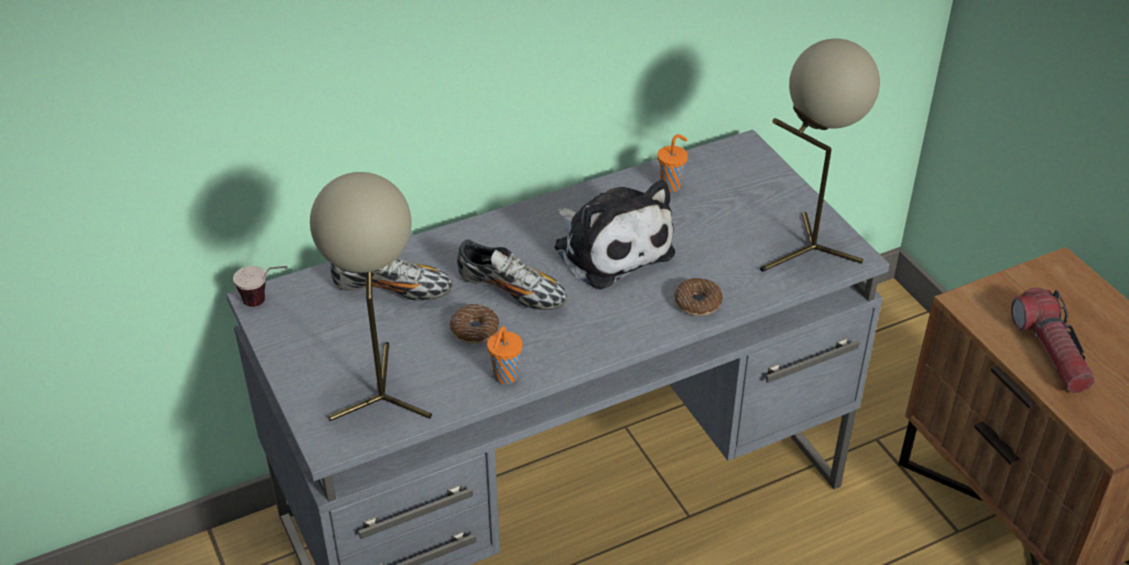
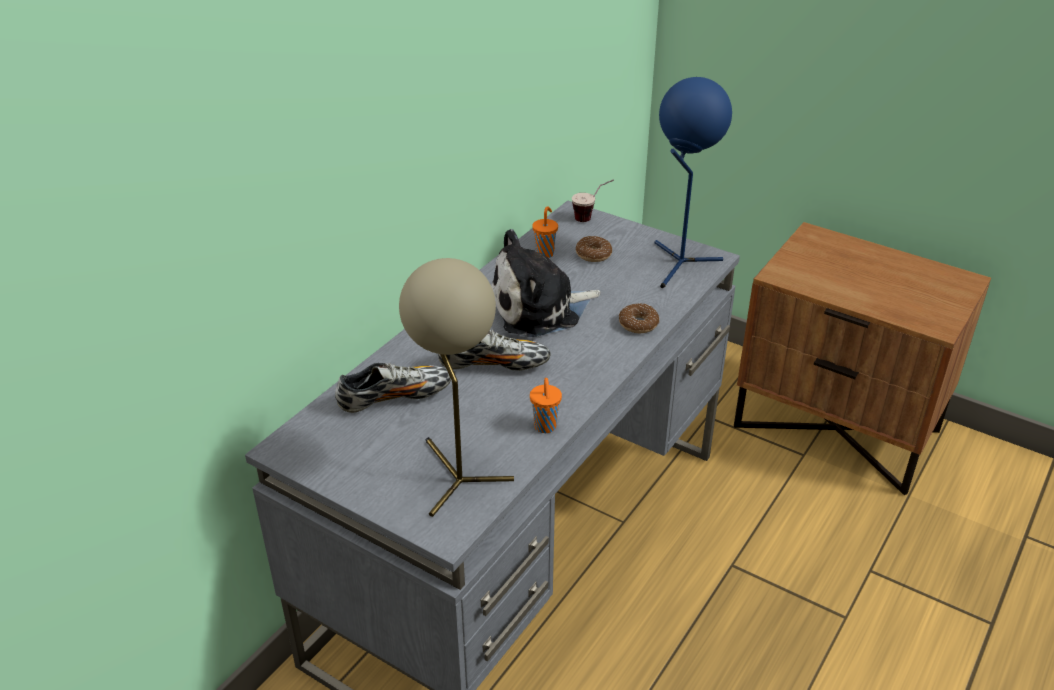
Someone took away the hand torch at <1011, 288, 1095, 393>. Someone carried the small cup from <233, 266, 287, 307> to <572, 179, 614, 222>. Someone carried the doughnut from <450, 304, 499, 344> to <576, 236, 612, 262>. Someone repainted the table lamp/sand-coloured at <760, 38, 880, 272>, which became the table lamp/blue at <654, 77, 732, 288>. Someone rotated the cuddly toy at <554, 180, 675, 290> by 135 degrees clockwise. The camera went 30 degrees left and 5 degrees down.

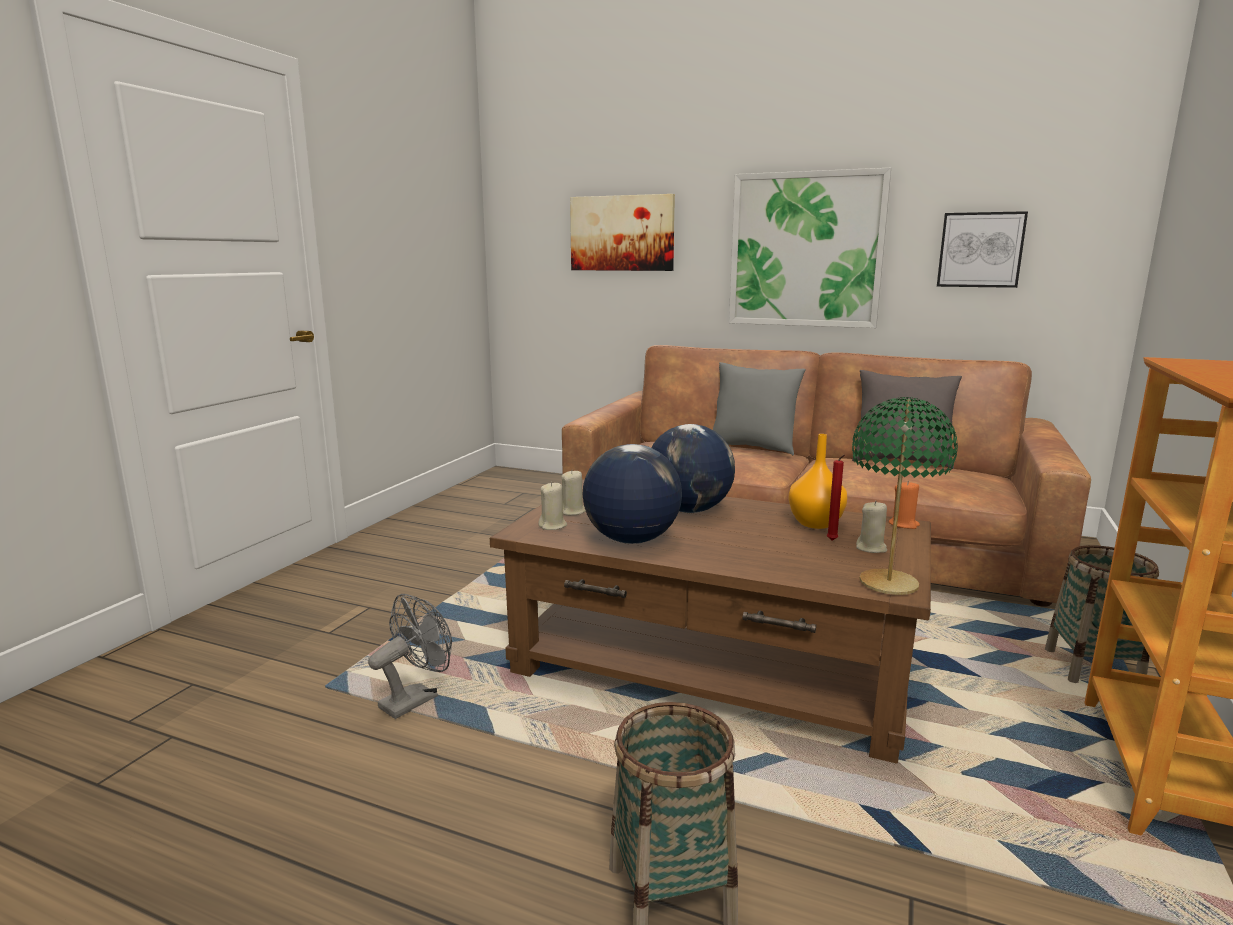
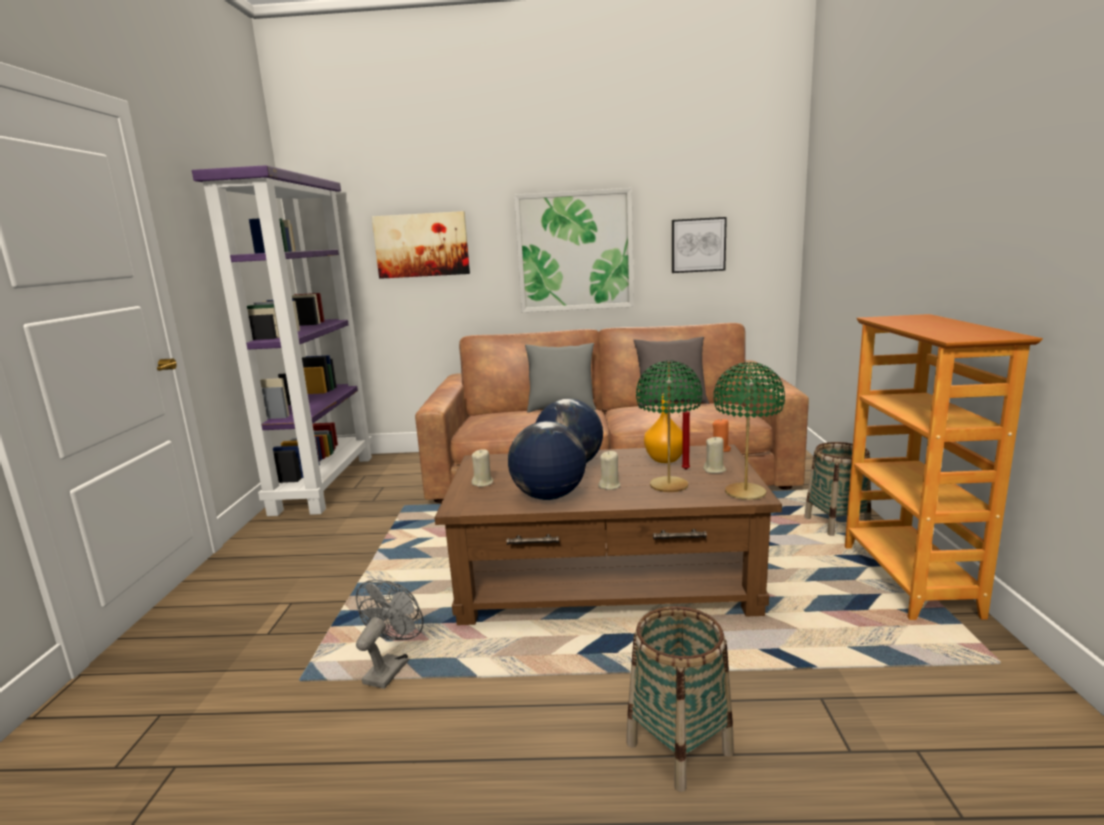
Someone put down the bookshelf/purple at <192, 165, 373, 516>. Someone put down the table lamp/greenish at <636, 361, 702, 492>. Someone carried the wax light/sand-coloured from <538, 482, 567, 530> to <598, 451, 620, 490>. The camera went 20 degrees left and 0 degrees up.

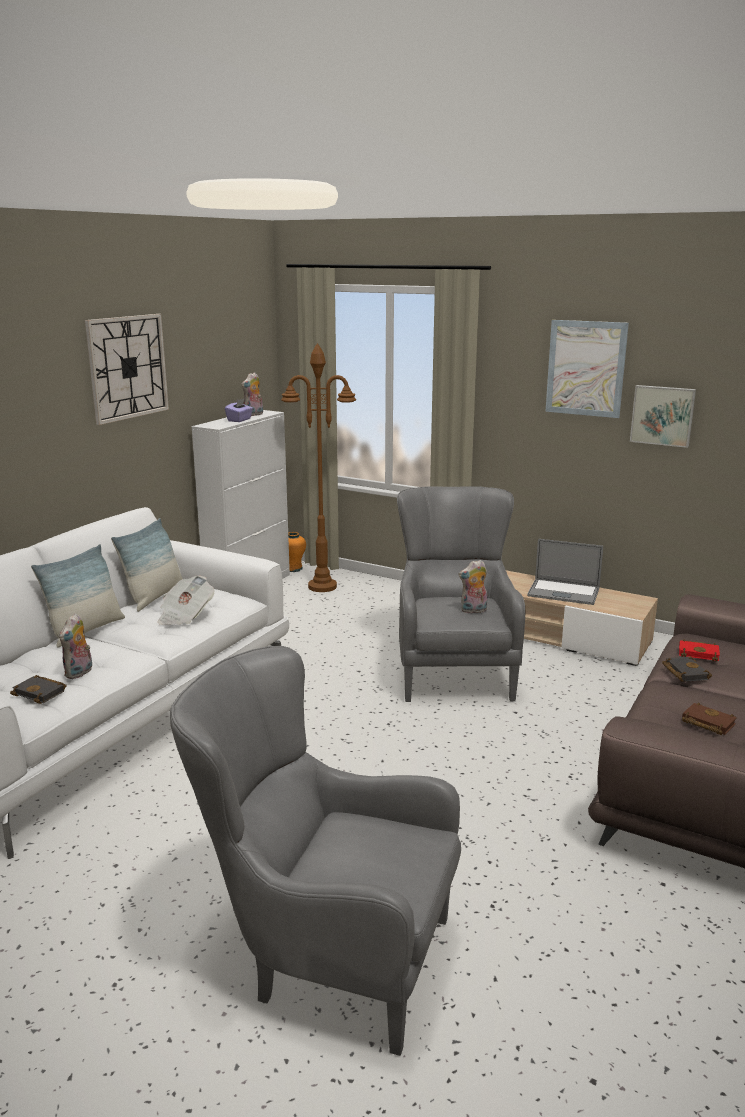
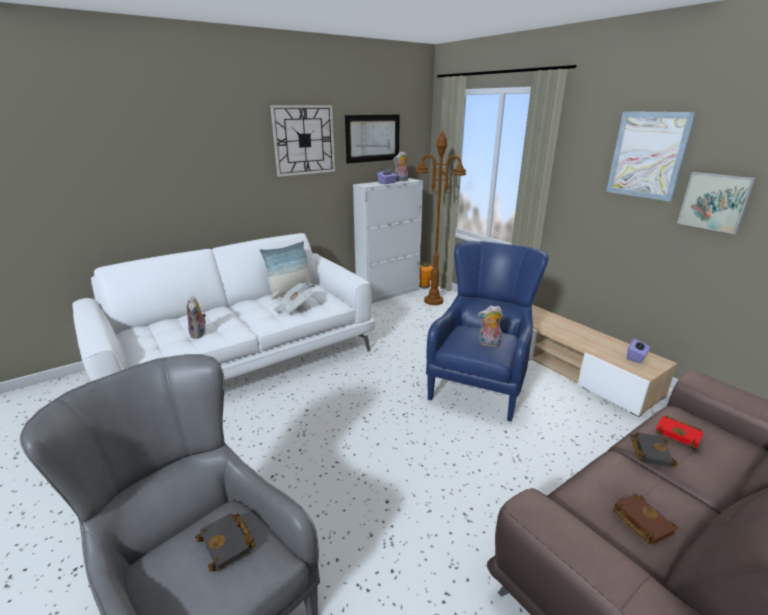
Someone took away the cushion at <31, 544, 125, 647>. Someone took away the laptop at <527, 539, 603, 605>. Someone put up the wall picture at <345, 114, 400, 164>. Someone put down the tissue holder/purple at <627, 339, 650, 363>. Someone carried the book/black from <10, 675, 66, 704> to <195, 513, 255, 572>. Someone repainted the lounge chair/greyish at <397, 486, 525, 702>, which became the lounge chair/blue at <426, 241, 549, 422>. Someone rotated the cuddly toy at <59, 613, 92, 679> by 60 degrees counterclockwise. The camera went 25 degrees right and 5 degrees up.

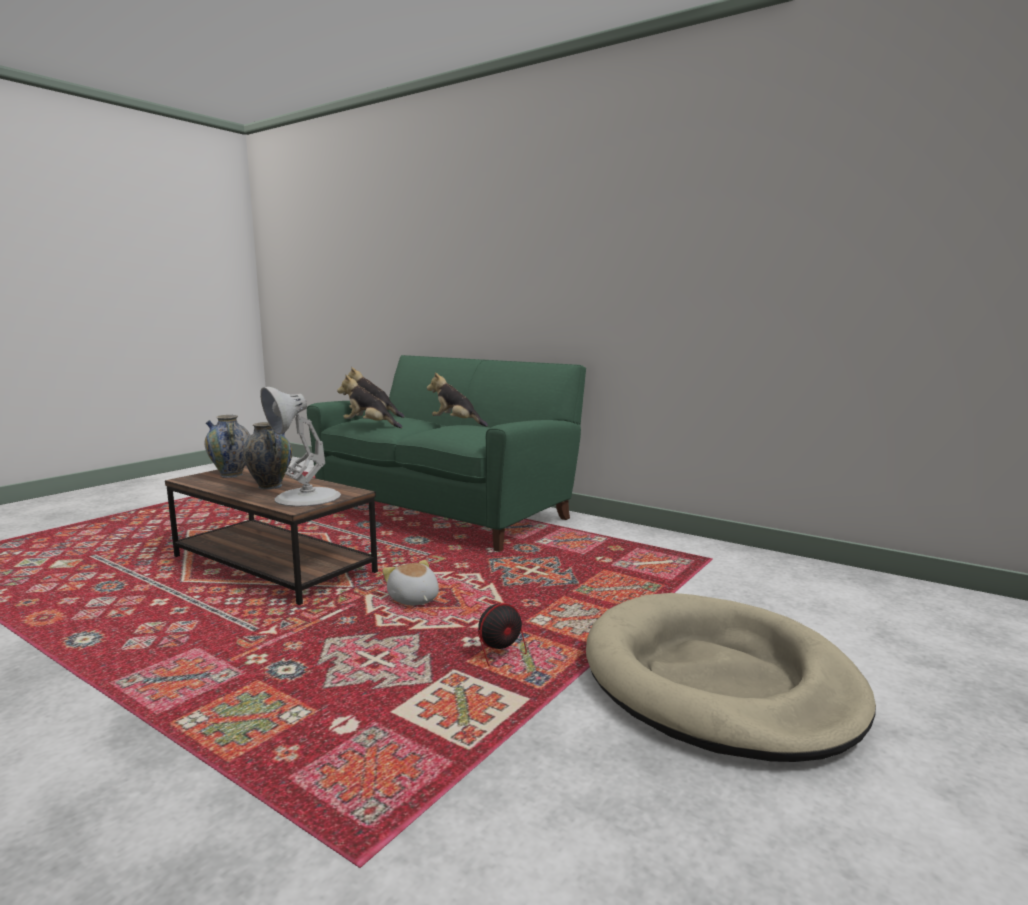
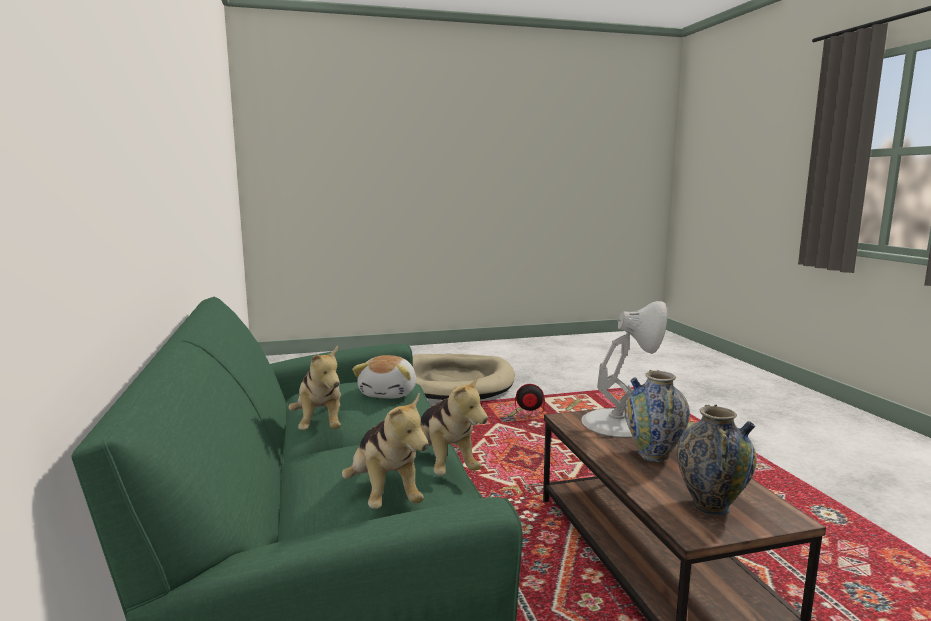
Someone carried the cuddly toy from <382, 560, 439, 605> to <352, 355, 416, 398>. The camera went 140 degrees left and 0 degrees up.

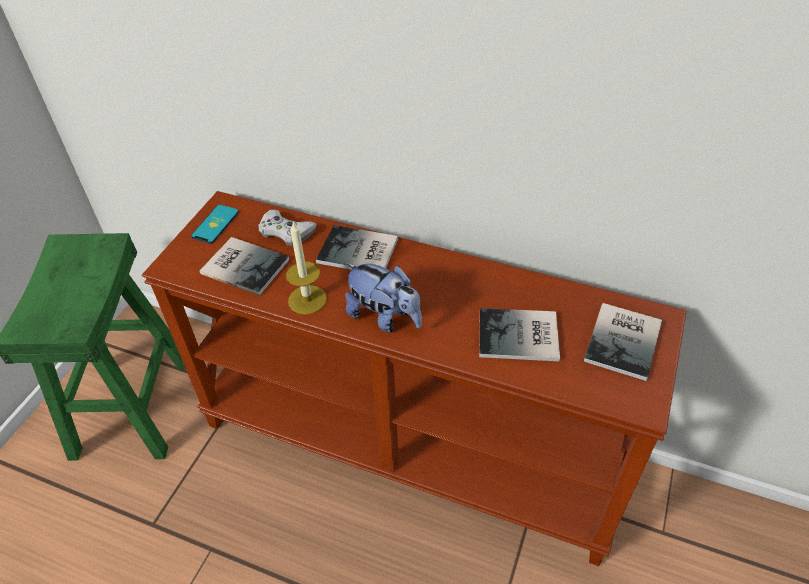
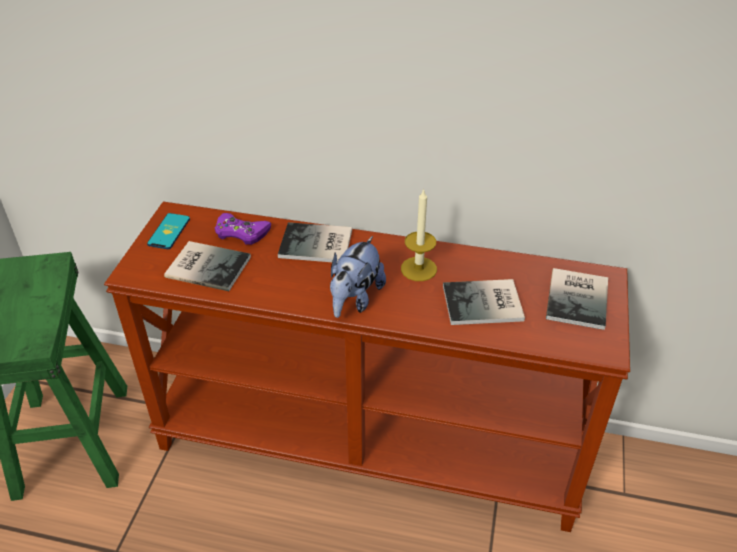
Someone carried the wax light from <286, 221, 327, 315> to <401, 188, 437, 281>. Someone repainted the game controller/white-coloured at <258, 210, 317, 246>, which became the game controller/purple at <215, 213, 271, 245>. Someone rotated the cuddly toy at <345, 263, 422, 333> by 90 degrees clockwise. The camera went 10 degrees left and 5 degrees down.

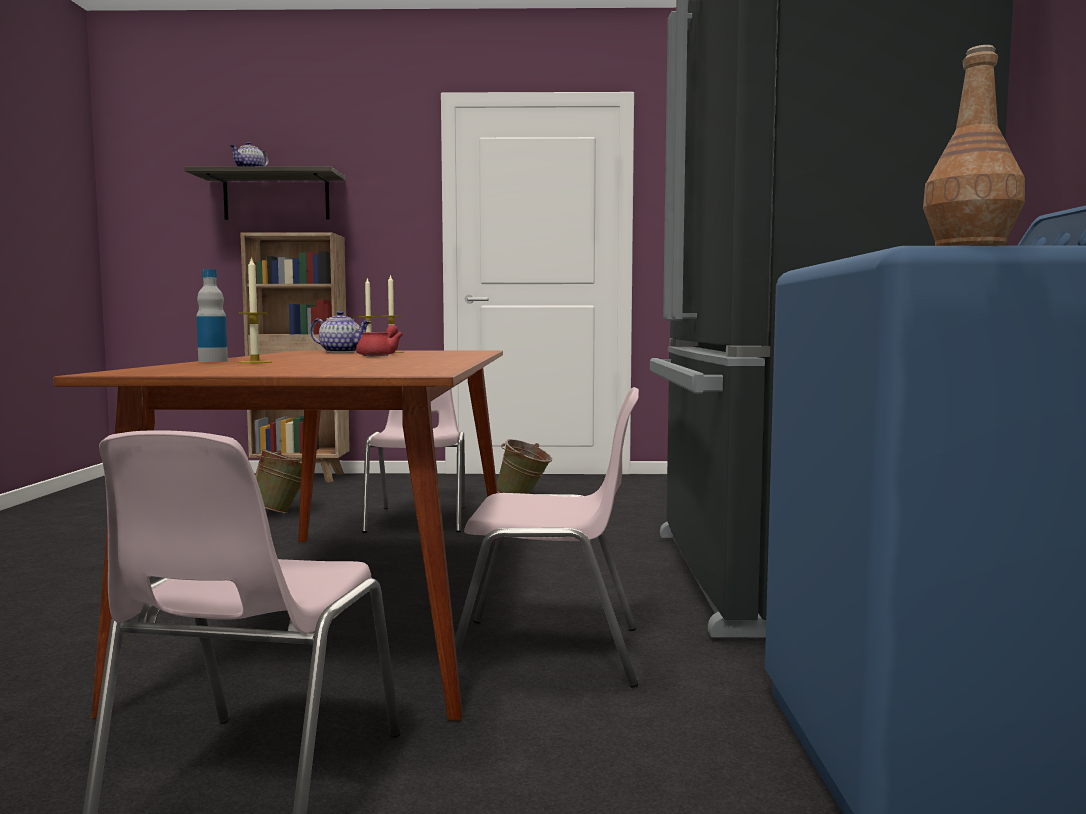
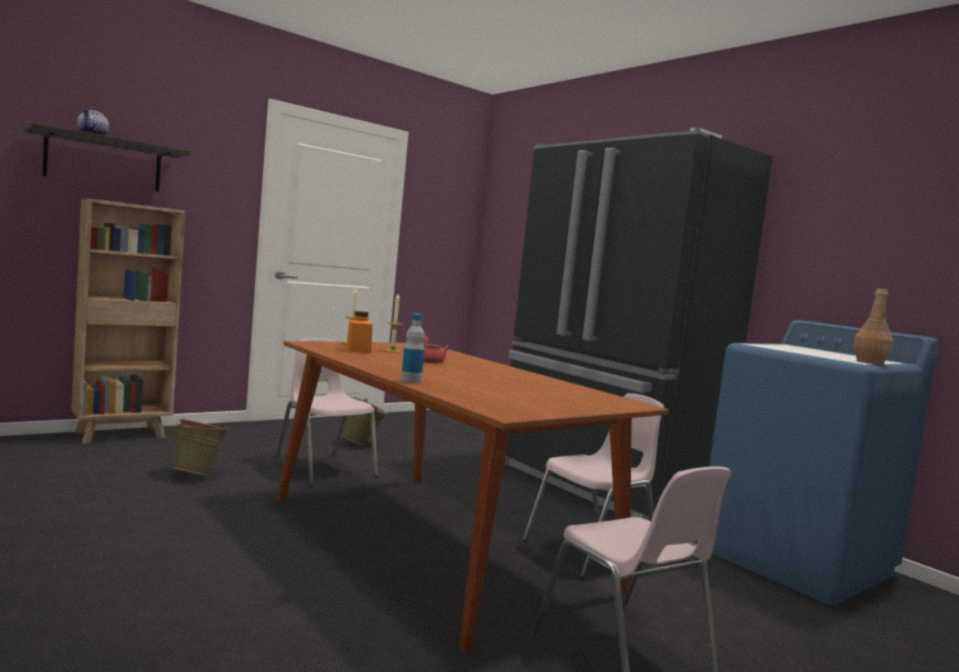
Someone took away the wax light at <238, 257, 272, 363>. Someone swapped the teapot at <310, 311, 371, 353> for the jar/orangey at <346, 311, 373, 353>. The camera went 40 degrees left and 0 degrees up.

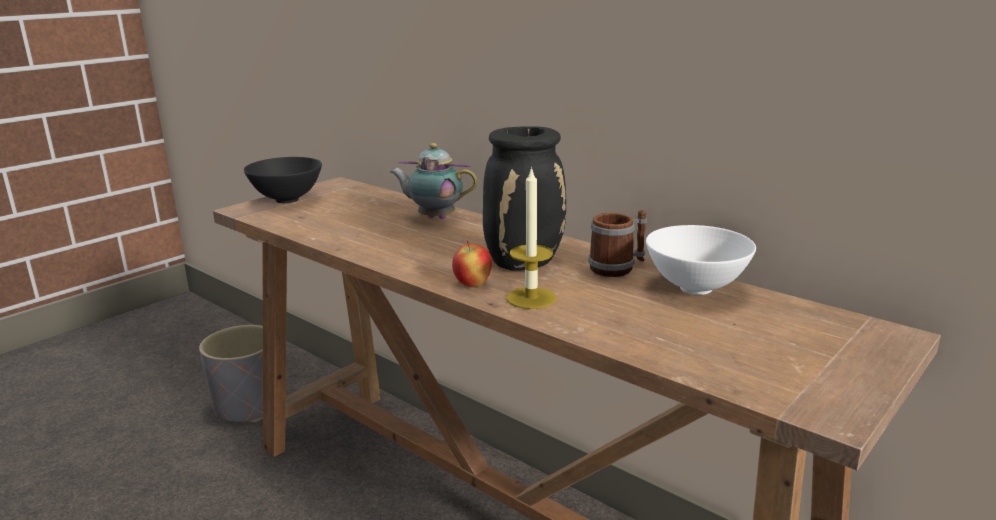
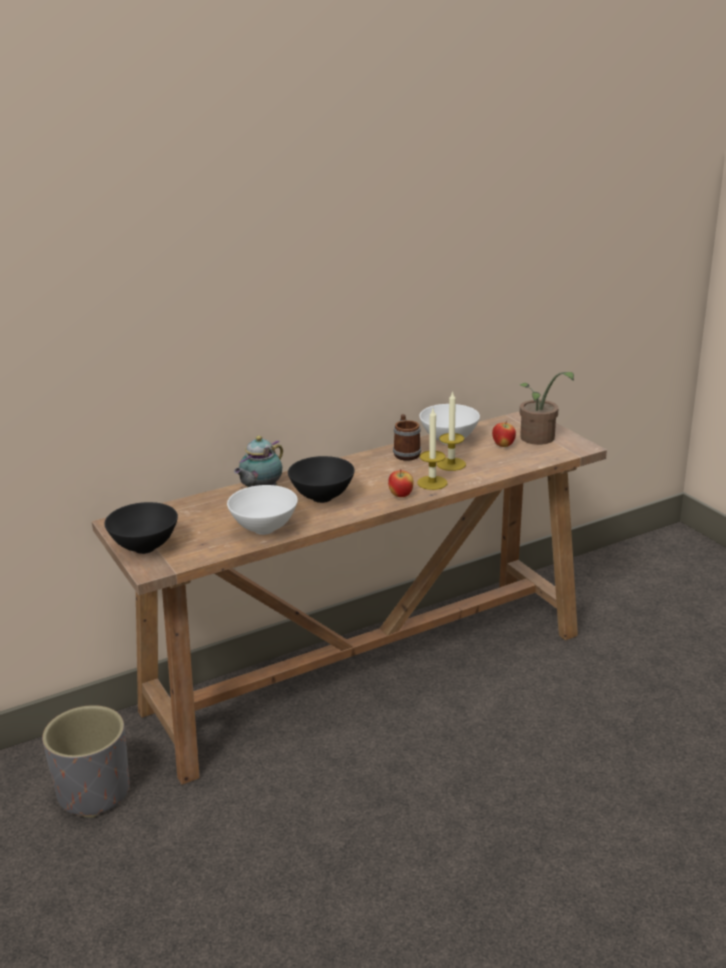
Someone took away the vase/black at <483, 126, 566, 271>. Someone put down the bowl/white-coloured at <227, 485, 298, 535>. Someone put down the bowl/black at <288, 456, 355, 503>. Someone put down the wax light at <437, 391, 466, 471>. Someone put down the apple at <492, 421, 516, 447>. Someone put down the potted plant at <520, 372, 574, 445>. The camera went 70 degrees left and 5 degrees up.

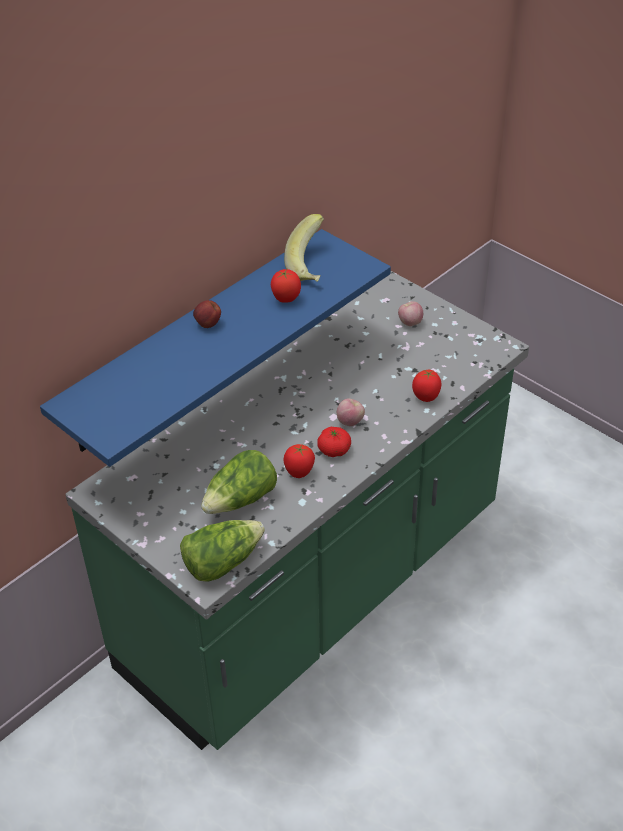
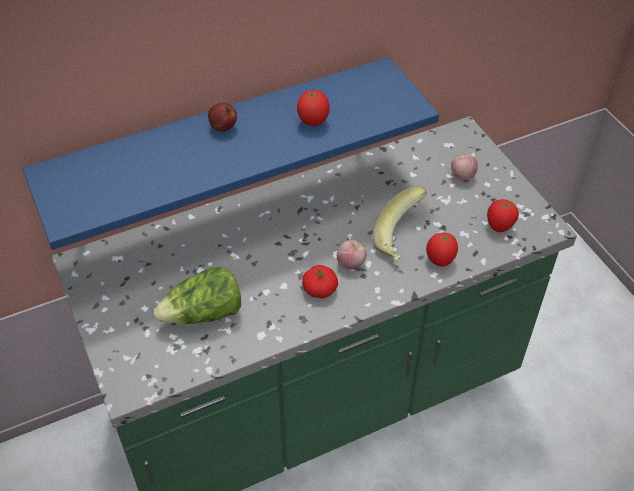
Someone took away the lettuce at <180, 520, 265, 582>. Someone carried the banana from <284, 214, 324, 282> to <373, 186, 427, 261>. Someone carried the tomato from <284, 444, 315, 478> to <487, 199, 519, 232>. The camera went 20 degrees right and 5 degrees up.

